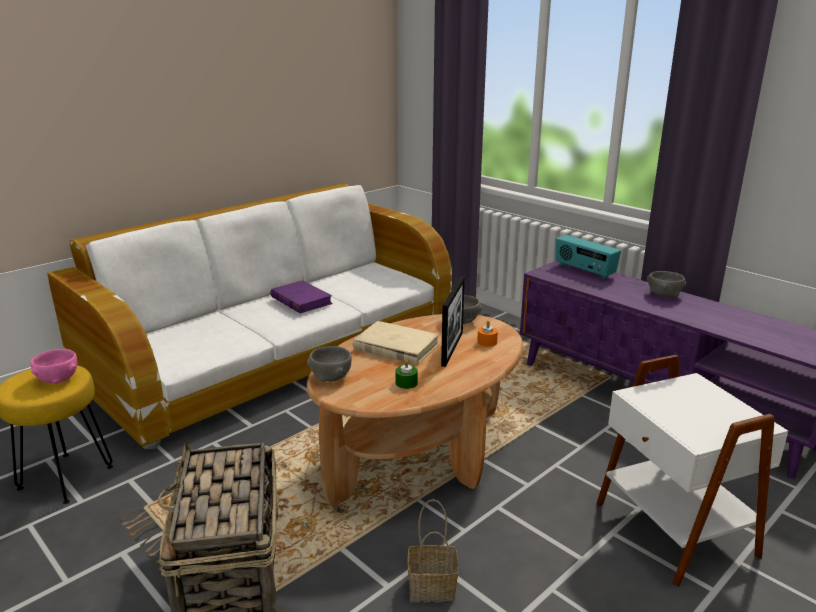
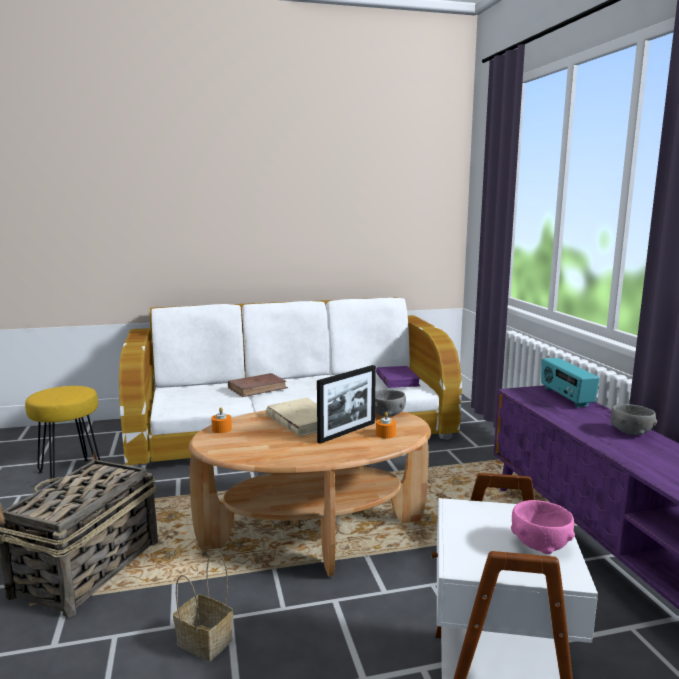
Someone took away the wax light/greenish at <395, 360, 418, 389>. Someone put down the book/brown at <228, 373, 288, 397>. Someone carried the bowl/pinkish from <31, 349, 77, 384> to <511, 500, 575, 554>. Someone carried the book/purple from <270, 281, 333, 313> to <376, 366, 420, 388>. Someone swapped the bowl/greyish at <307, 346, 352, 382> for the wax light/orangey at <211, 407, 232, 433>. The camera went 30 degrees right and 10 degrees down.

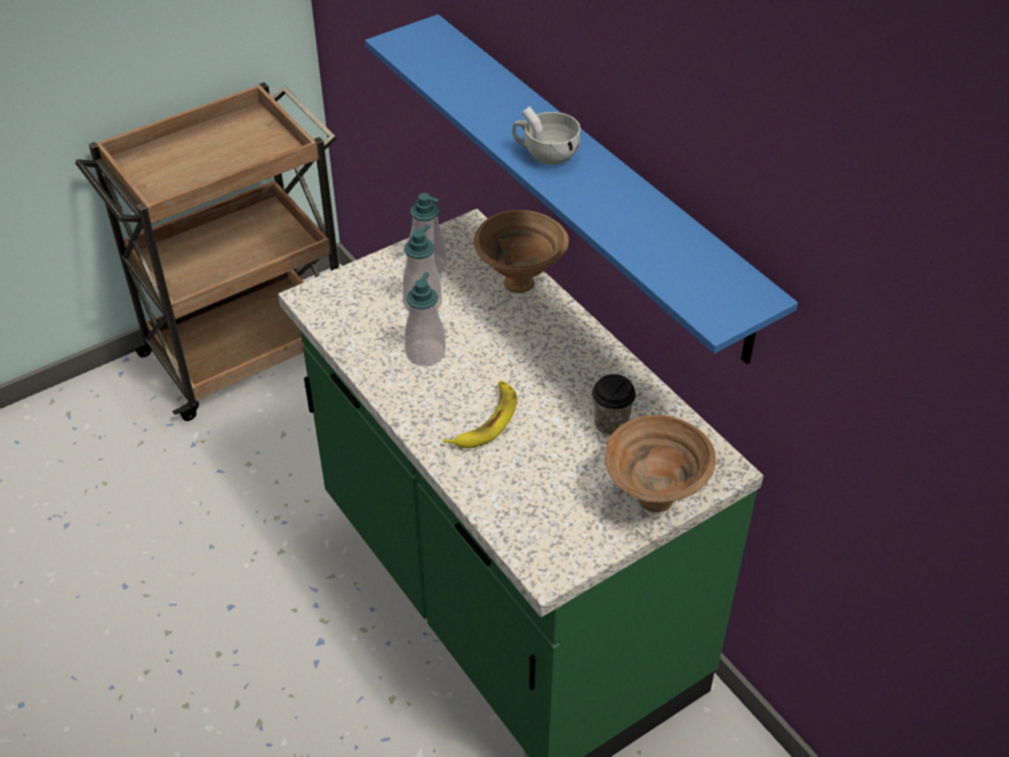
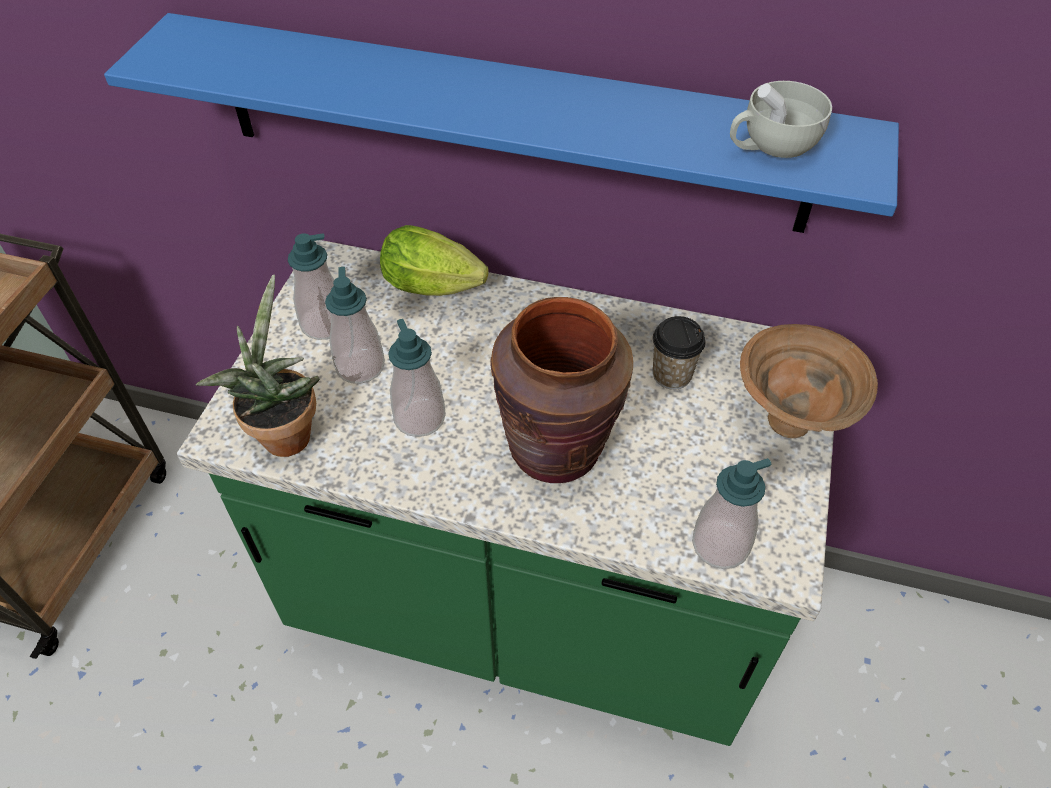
Someone put down the potted plant at <196, 275, 320, 457>. Someone put down the soap bottle at <692, 458, 772, 569>. Someone carried the small cup/white-coloured from <512, 106, 581, 165> to <730, 81, 832, 158>. Someone swapped the banana at <443, 381, 517, 448> for the vase/brown at <490, 297, 633, 483>. Someone swapped the bowl/brown at <474, 210, 569, 293> for the lettuce at <380, 225, 489, 296>. The camera went 40 degrees left and 5 degrees up.

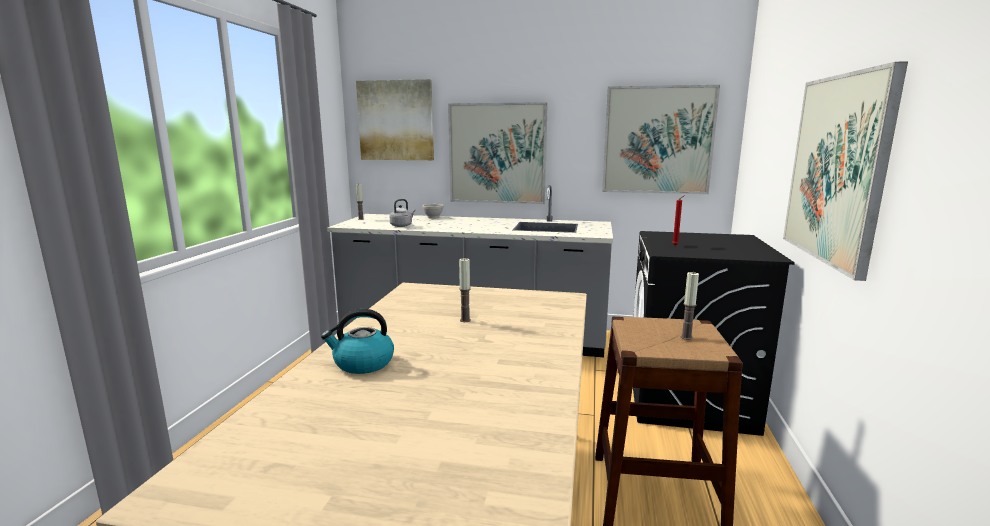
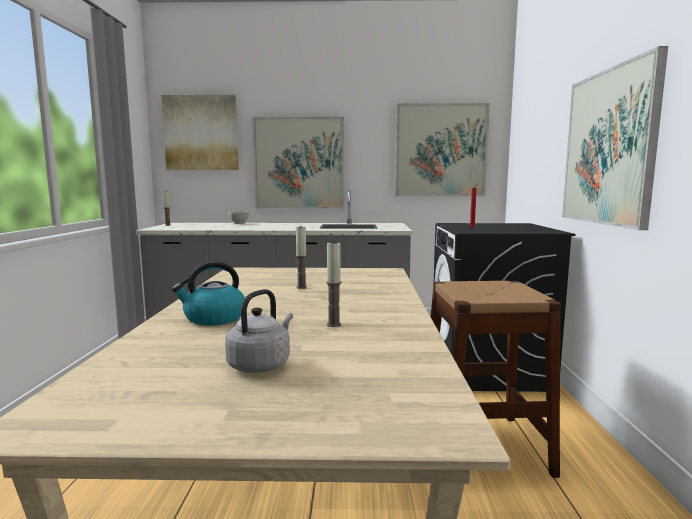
Someone carried the kettle/greyish from <390, 199, 415, 227> to <225, 289, 293, 373>. Someone carried the wax light from <680, 272, 699, 340> to <326, 241, 341, 327>. The camera went 10 degrees left and 5 degrees down.

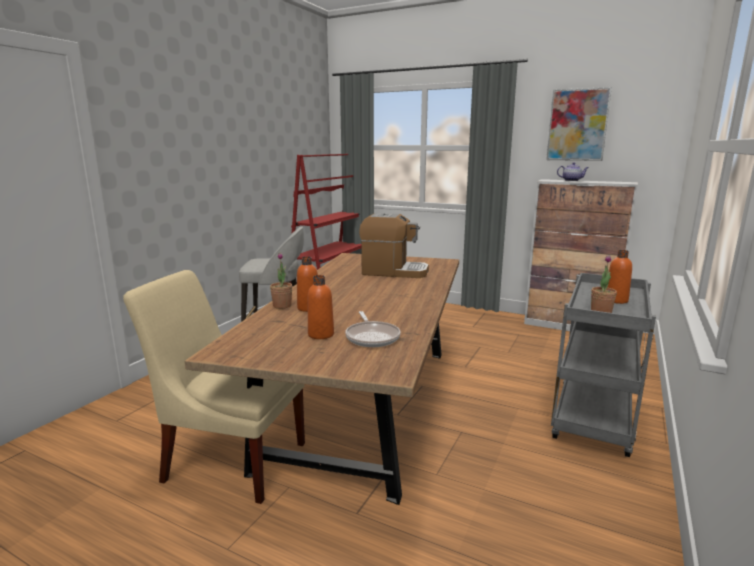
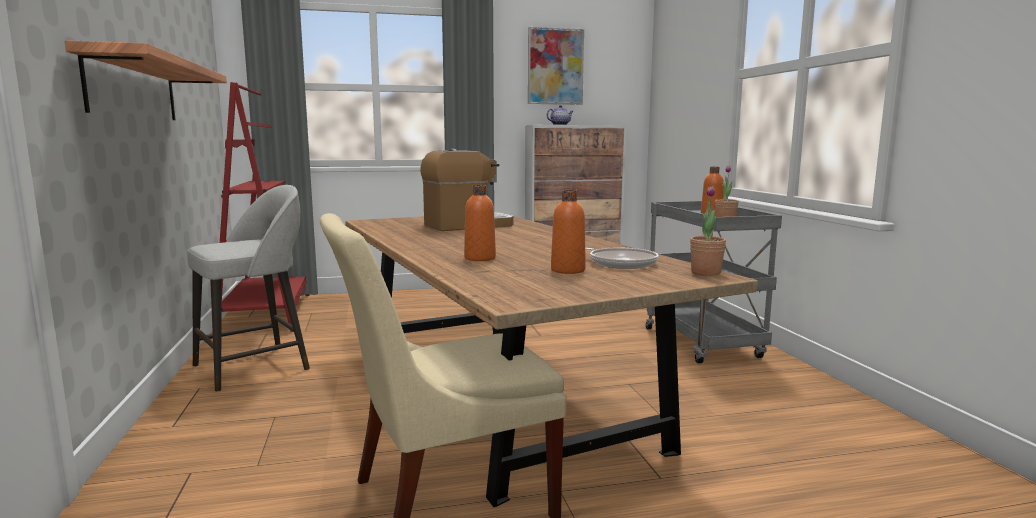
Someone put up the wall shelf at <65, 40, 227, 120>. Someone carried the potted plant from <270, 253, 292, 309> to <690, 186, 726, 276>. The camera went 40 degrees left and 5 degrees down.

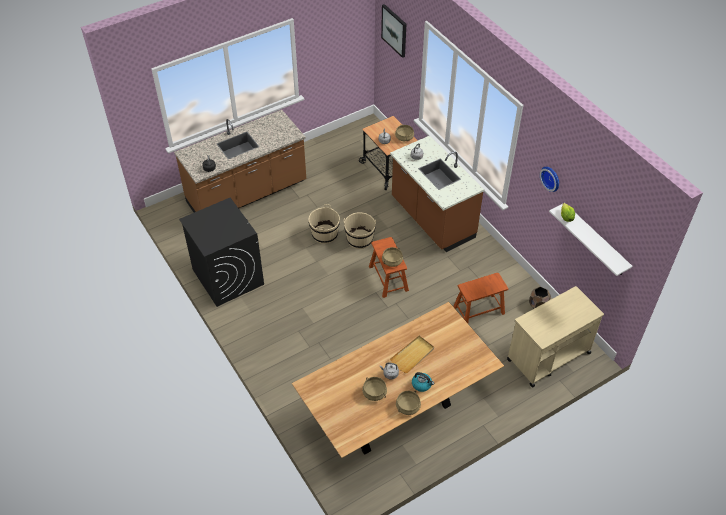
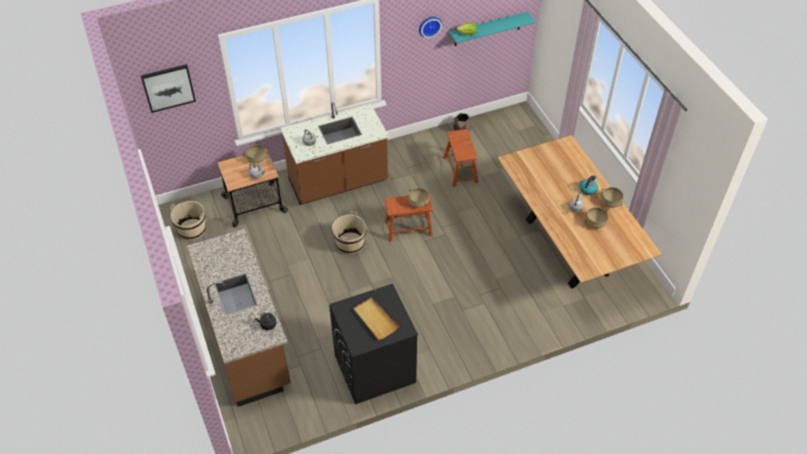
Someone took away the cart/sand-coloured at <507, 286, 604, 387>. Someone carried the water bucket/sand-coloured from <309, 204, 340, 244> to <170, 201, 206, 240>. Someone carried the tray/sand-coloured from <390, 336, 434, 374> to <354, 298, 399, 340>. Someone repainted the wall shelf/white-coloured at <549, 204, 633, 276>, which became the wall shelf/blue-green at <449, 12, 536, 46>. The camera went 80 degrees left and 0 degrees up.

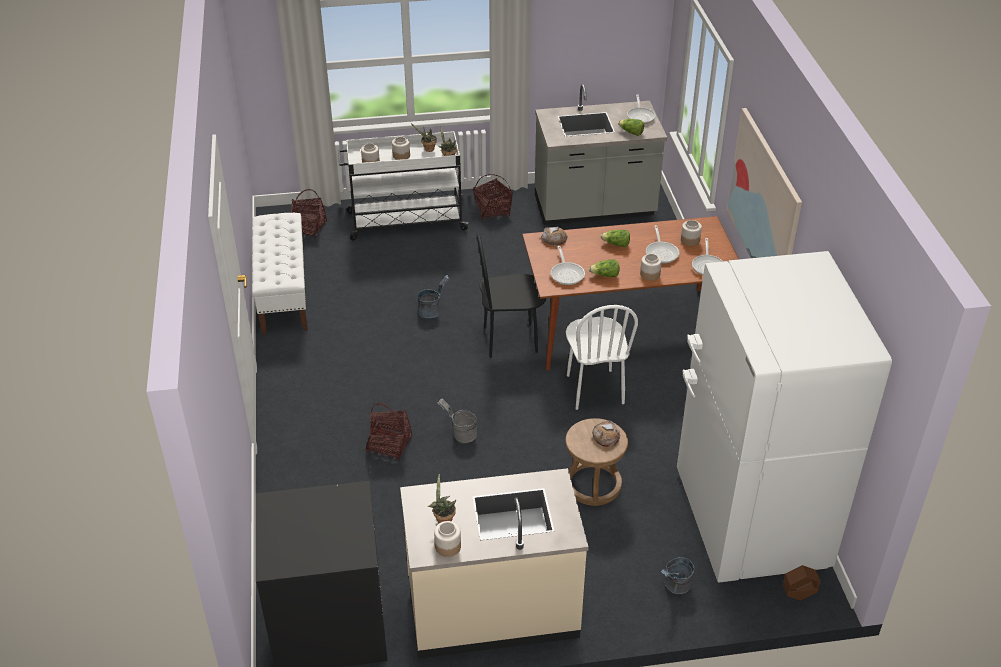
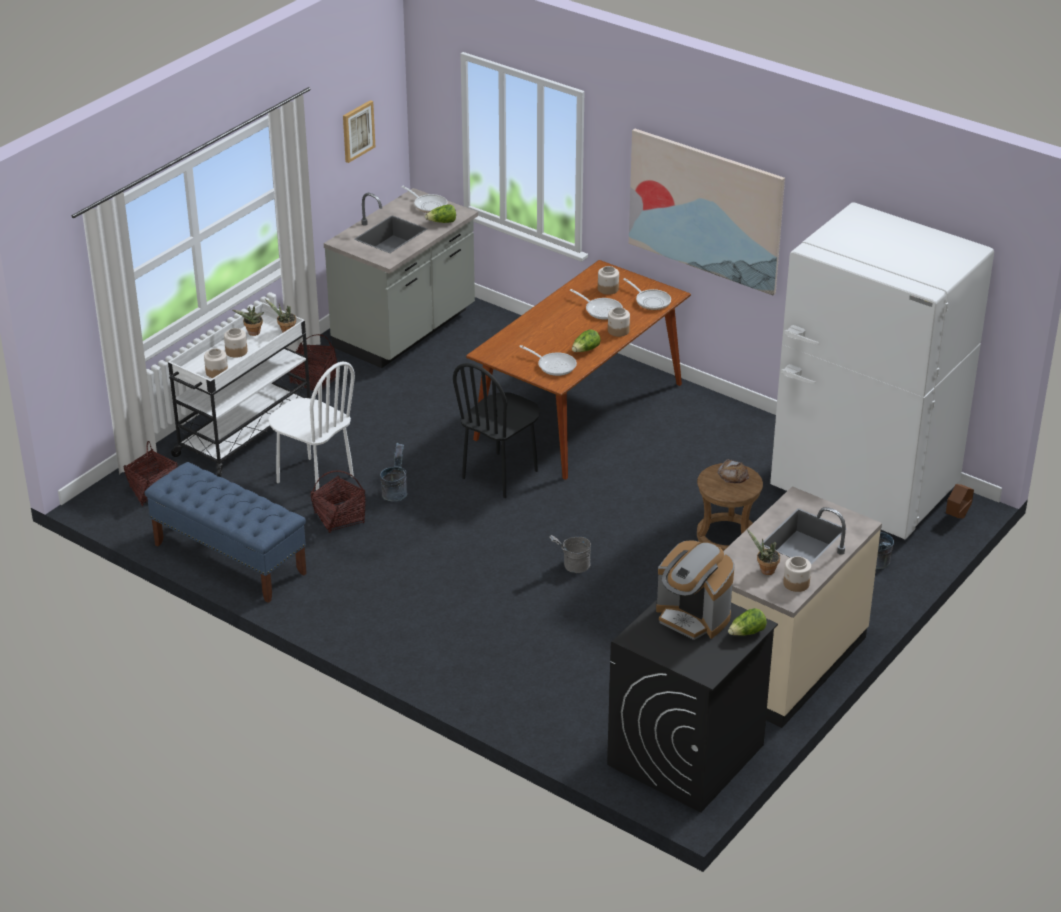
Someone took away the bakery bread at <541, 226, 568, 246>. Someone put up the wall picture at <343, 100, 375, 163>. Someone put down the coffee brewer at <656, 540, 735, 640>. Someone carried the basket from <366, 403, 412, 461> to <311, 470, 365, 533>. Someone carried the plain chair/white-coloured from <566, 305, 638, 410> to <268, 362, 355, 490>. Someone carried the lettuce from <600, 230, 630, 247> to <728, 608, 767, 636>. Someone repainted the indoor bench/white-coloured at <252, 213, 308, 335>, which became the indoor bench/blue at <145, 462, 307, 603>. The camera went 45 degrees left and 5 degrees down.

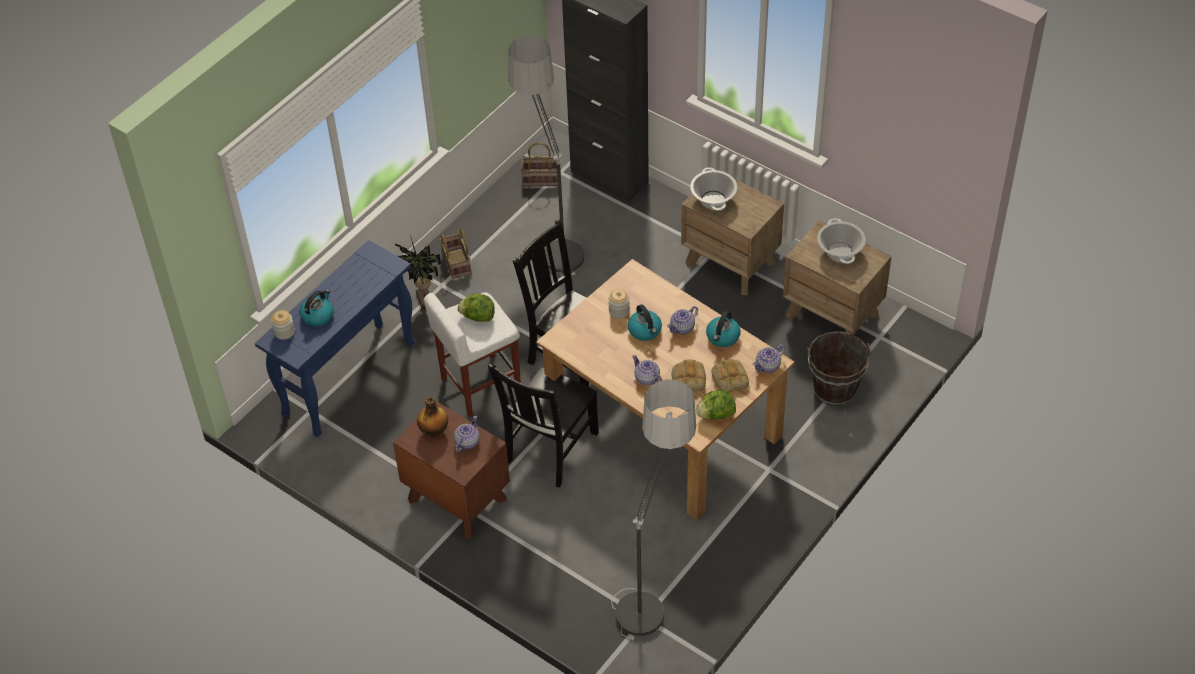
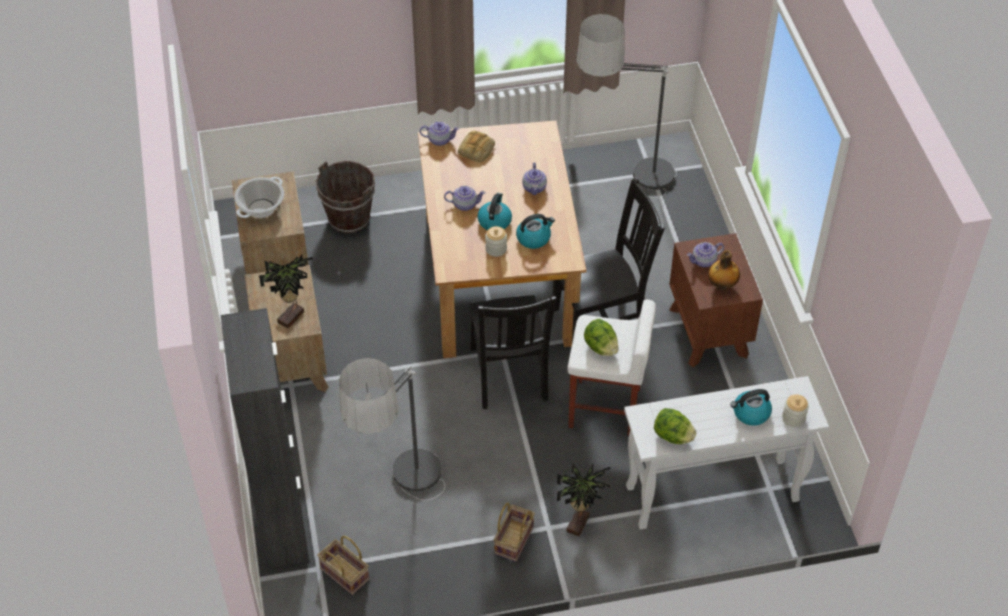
Someone took away the bakery bread at <672, 360, 706, 392>. Someone carried the lettuce from <696, 390, 736, 420> to <654, 408, 696, 444>. Someone carried the kettle from <706, 310, 741, 347> to <516, 214, 555, 249>. Someone swapped the cooking pot at <690, 167, 737, 211> for the potted plant at <259, 255, 313, 329>. Someone repainted the hall table/blue at <255, 240, 415, 437>, which became the hall table/white-coloured at <624, 376, 829, 530>. The camera went 140 degrees left and 0 degrees up.

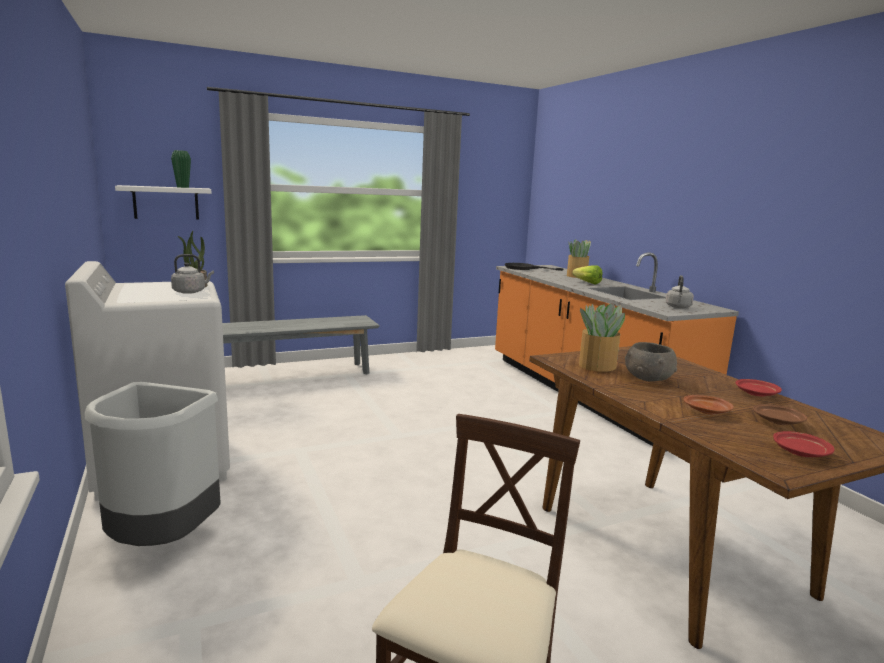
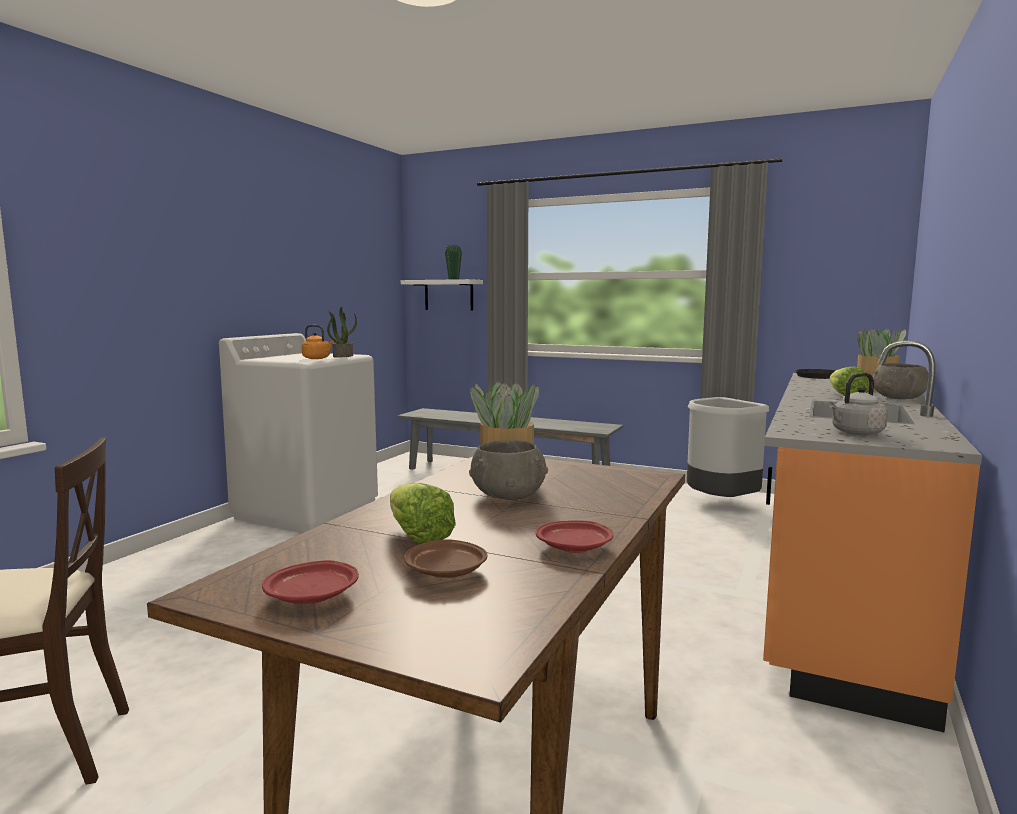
Someone put down the bowl/greyish at <873, 363, 929, 399>. Someone carried the waste bin/greyish from <85, 382, 221, 546> to <687, 397, 769, 497>. Someone swapped the plate/brown at <683, 395, 734, 415> for the lettuce at <390, 483, 456, 544>. Someone repainted the kettle/greyish at <171, 254, 214, 294>, which became the kettle/orangey at <302, 325, 334, 359>. The camera went 50 degrees right and 5 degrees down.

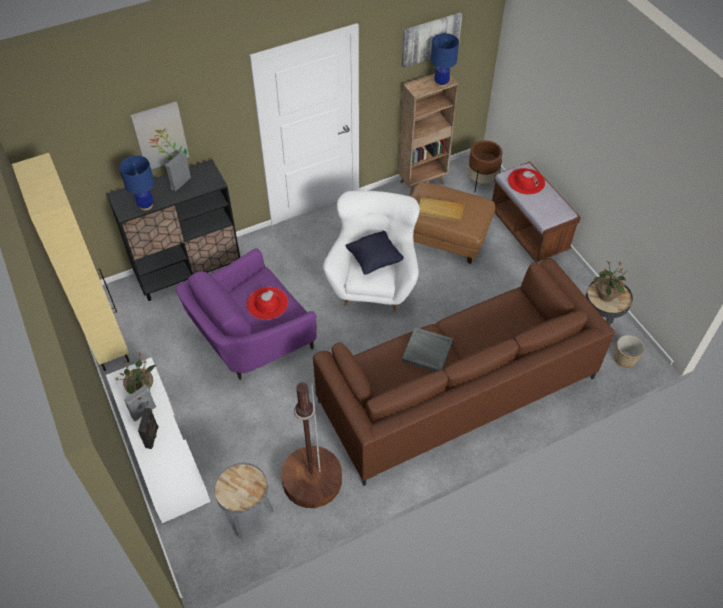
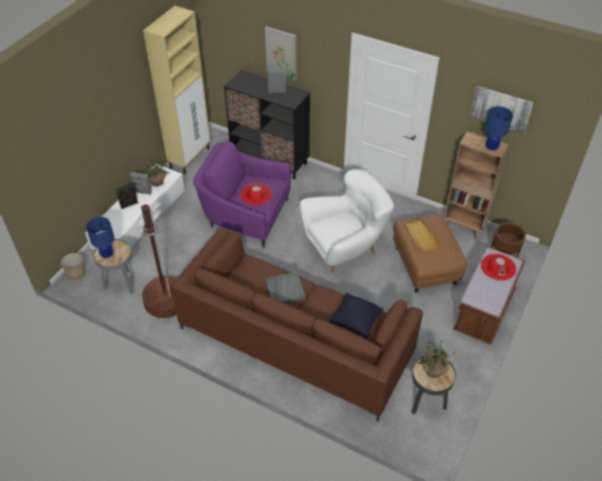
Someone carried the table lamp/blue from <119, 155, 154, 211> to <86, 217, 114, 259>. Someone carried the cushion/black from <346, 231, 404, 275> to <329, 293, 384, 338>. Someone carried the plant pot from <614, 335, 644, 367> to <61, 253, 85, 279>. The camera went 55 degrees right and 5 degrees down.

